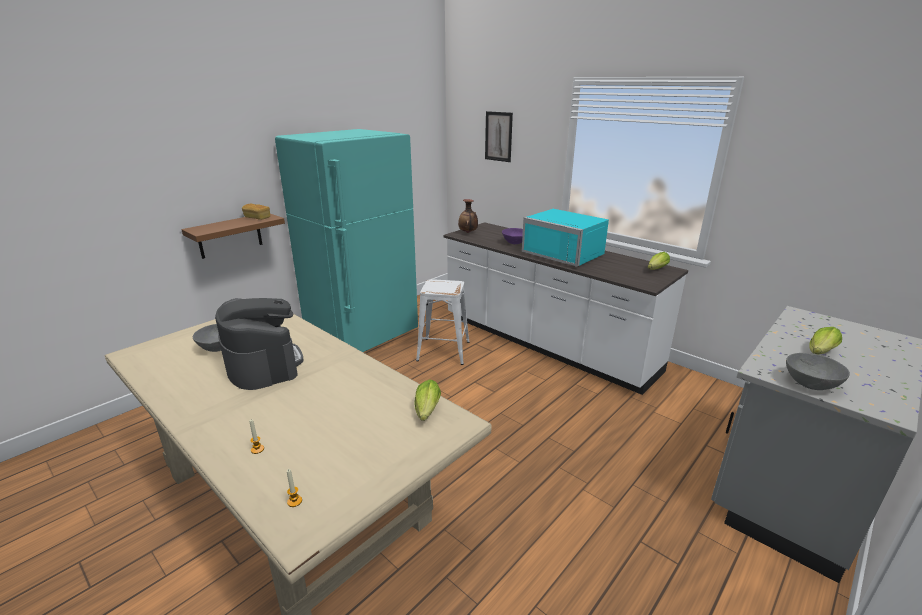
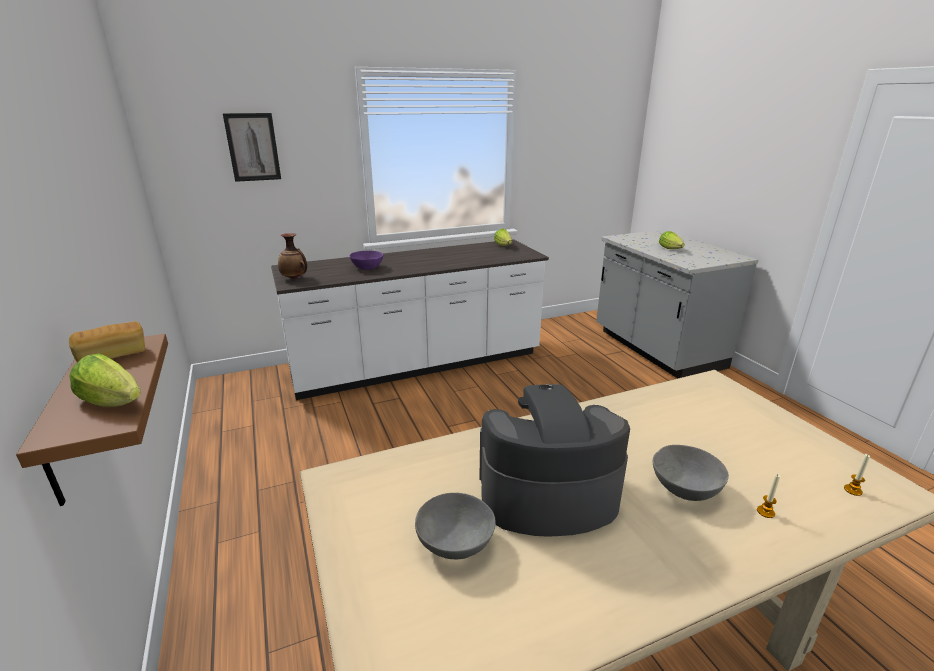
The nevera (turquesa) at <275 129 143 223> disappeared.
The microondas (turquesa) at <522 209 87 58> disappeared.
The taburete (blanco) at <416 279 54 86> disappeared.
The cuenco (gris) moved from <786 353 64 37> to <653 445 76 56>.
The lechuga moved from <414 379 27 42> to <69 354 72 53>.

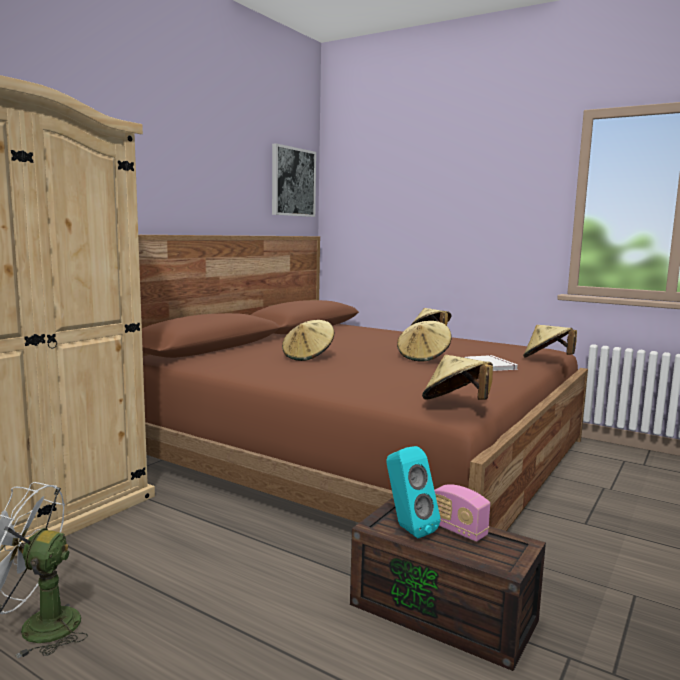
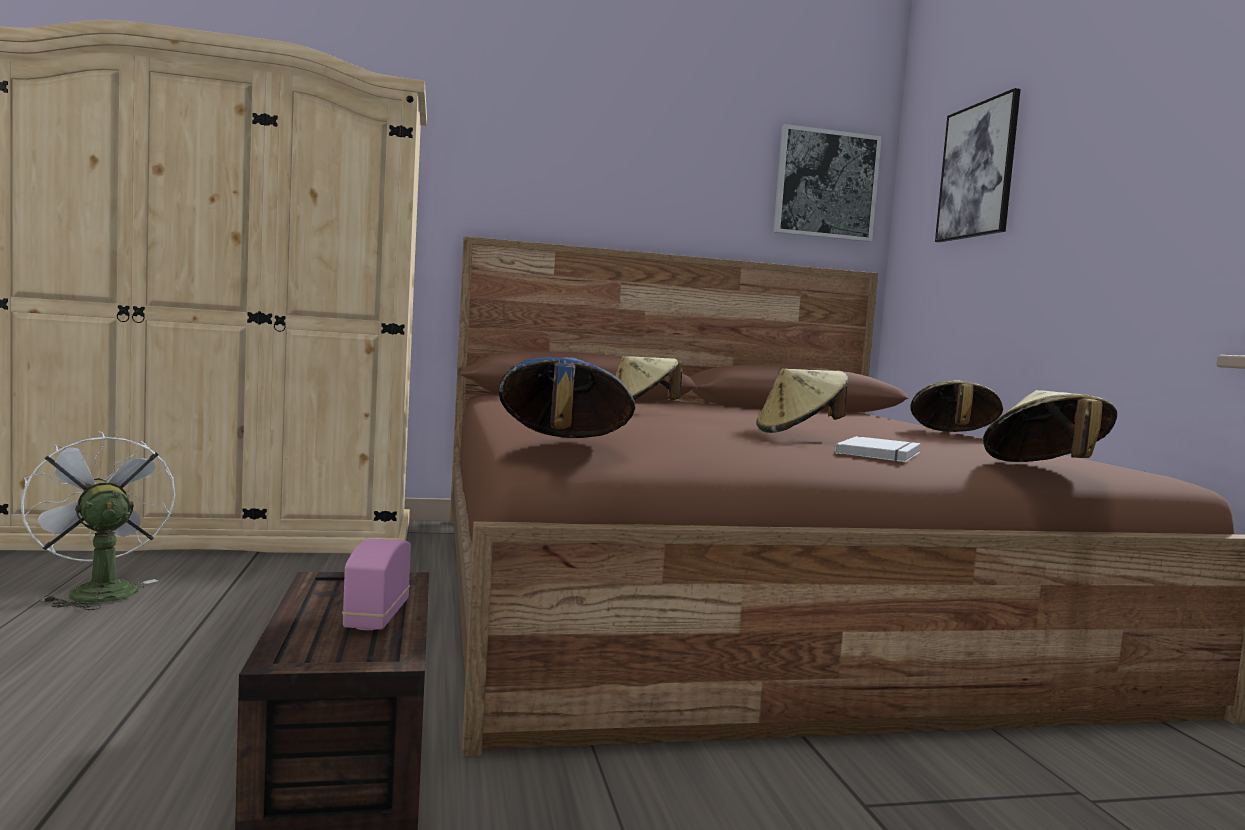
The sombrero (beis) at <422 355 71 45> became the sombrero (azul) at <499 357 136 81>.
The altavoz (turquesa) at <386 446 55 92> disappeared.
The cuadro at <935 88 86 155> appeared.

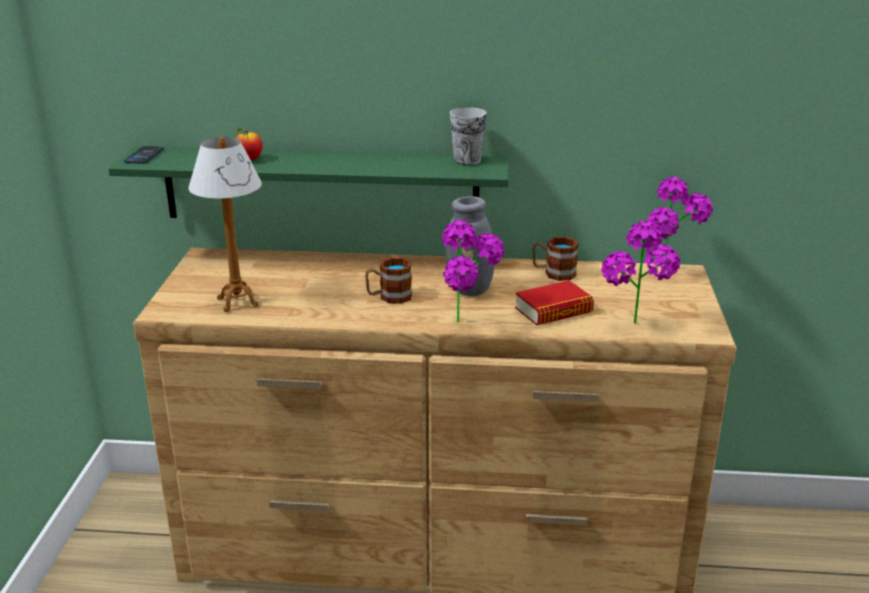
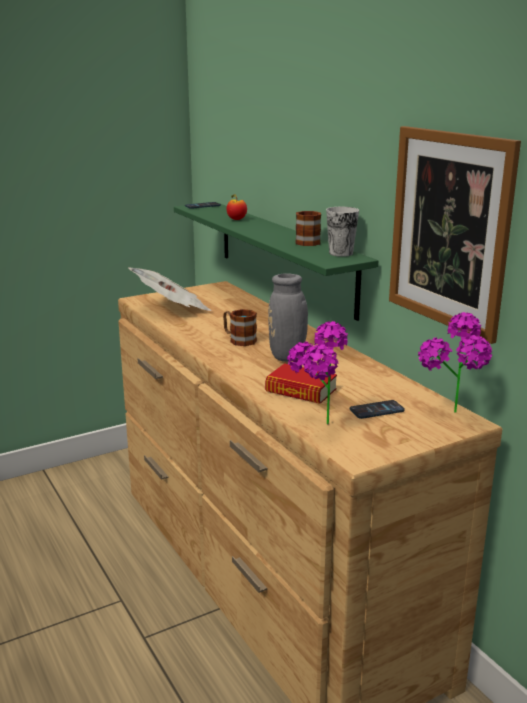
The lámpara de mesa at <188 137 74 175> was replaced by the periódico at <129 268 83 43>.
The planta en maceta at <442 220 63 102> disappeared.
The taza grande moved from <533 237 46 44> to <295 211 26 35>.
The cuadro at <389 126 132 218> appeared.
The móvil at <350 400 55 19> appeared.

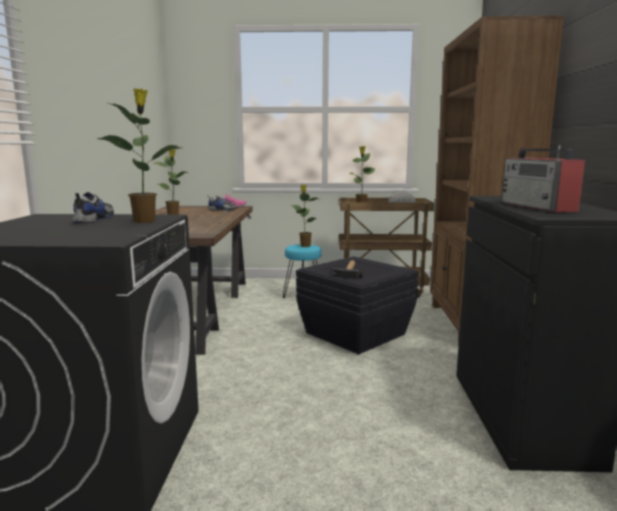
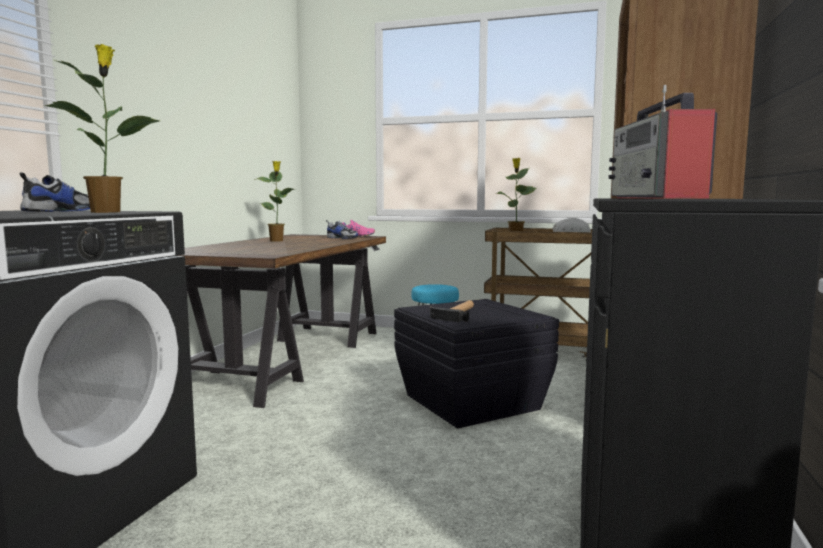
The planta en maceta at <291 185 30 62> disappeared.

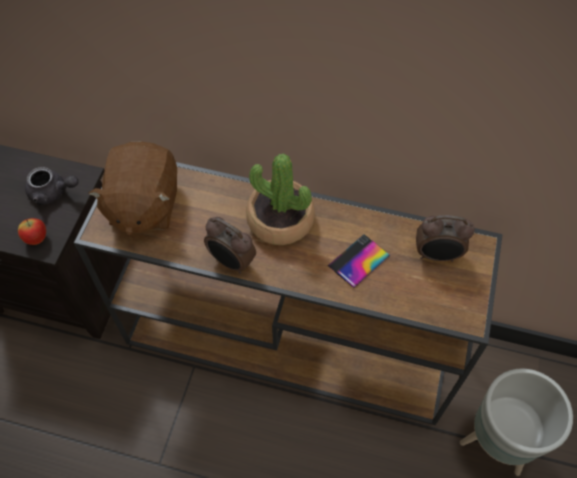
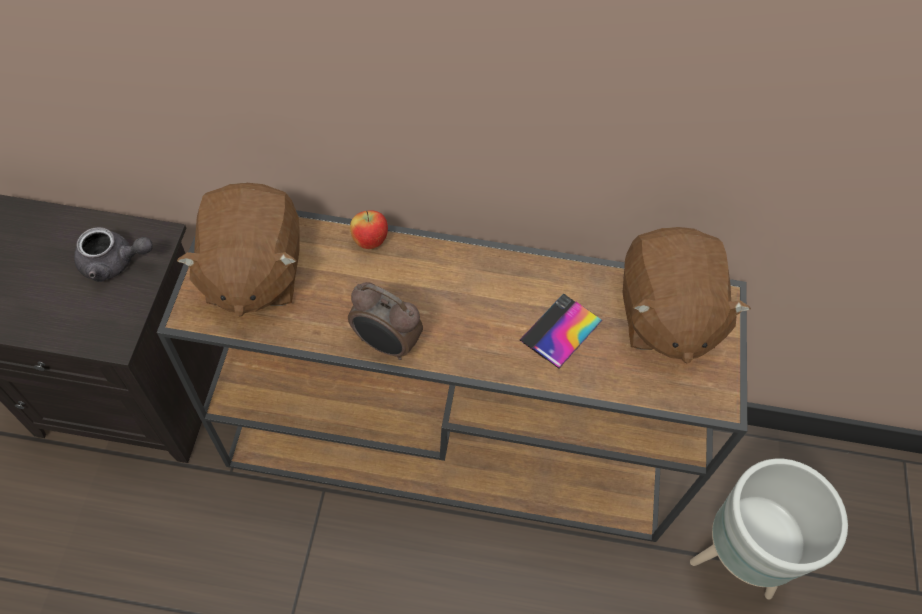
The planta en maceta at <246 154 69 91> disappeared.
The despertador at <416 215 59 47> was replaced by the peluche (marrón) at <622 227 129 136>.
The manzana moved from <18 218 28 27> to <350 210 38 39>.

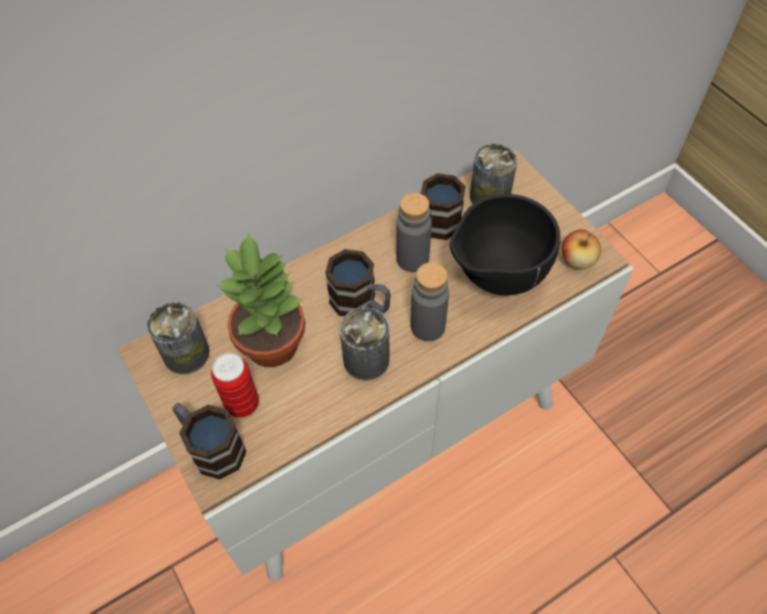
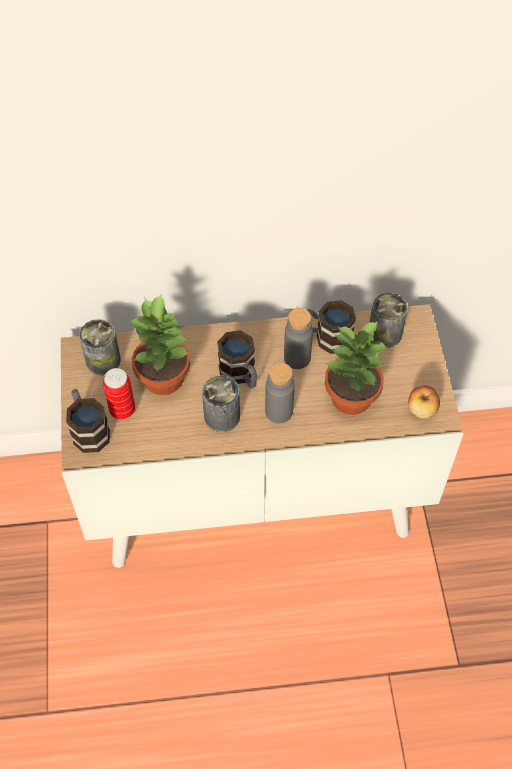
The cuenco (negro) at <450 194 110 101> was replaced by the planta en maceta at <325 321 64 94>.

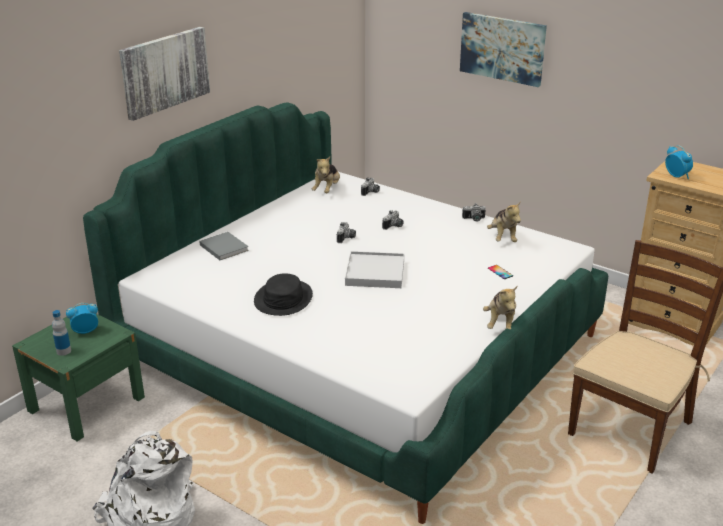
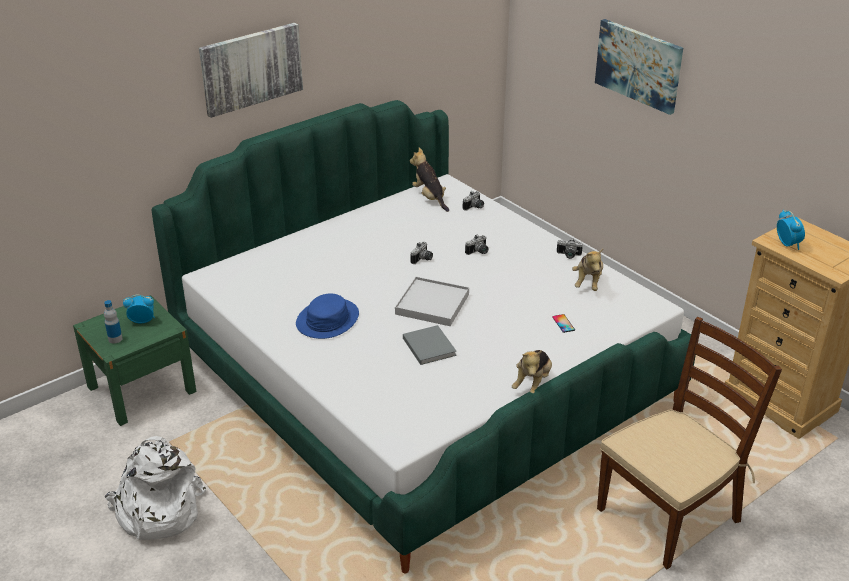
The peluche at <312 156 28 37> turned 120 degrees clockwise.
The libro (gris) moved from <199 232 50 28> to <403 325 54 40>.
The sombrero (negro) at <254 273 59 43> became the sombrero (azul) at <296 293 63 46>.

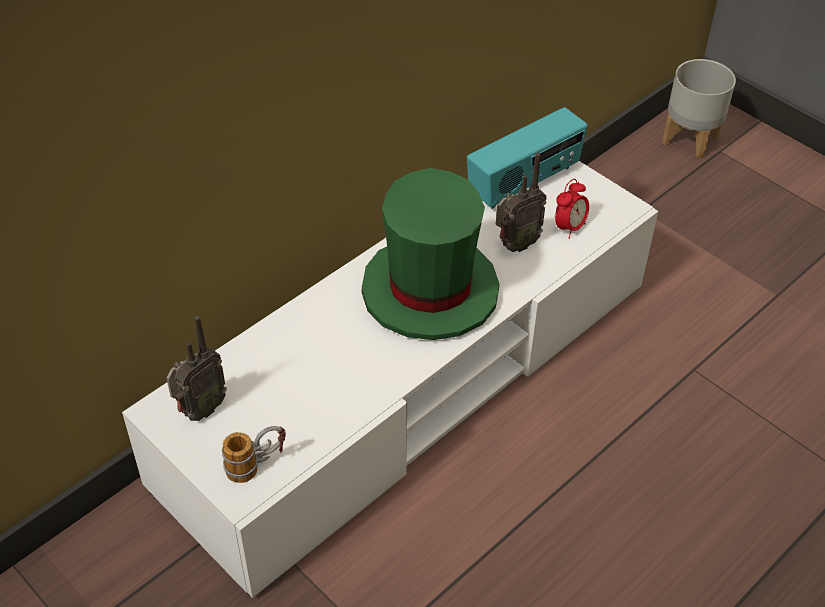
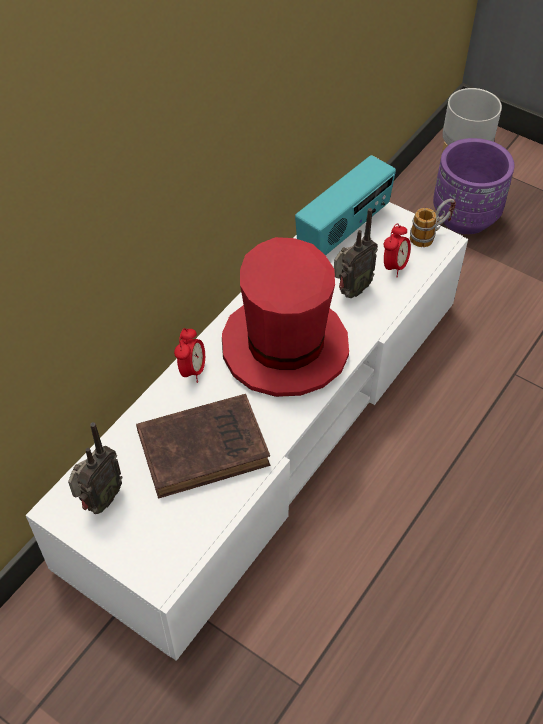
The sombrero (verde) at <361 168 139 172> became the sombrero (rojo) at <222 237 127 160>.
The taza grande moved from <222 426 64 57> to <410 199 46 48>.
The maceta (morado) at <433 138 81 96> appeared.
The despertador at <174 328 31 55> appeared.
The libro (marrón) at <136 394 134 105> appeared.

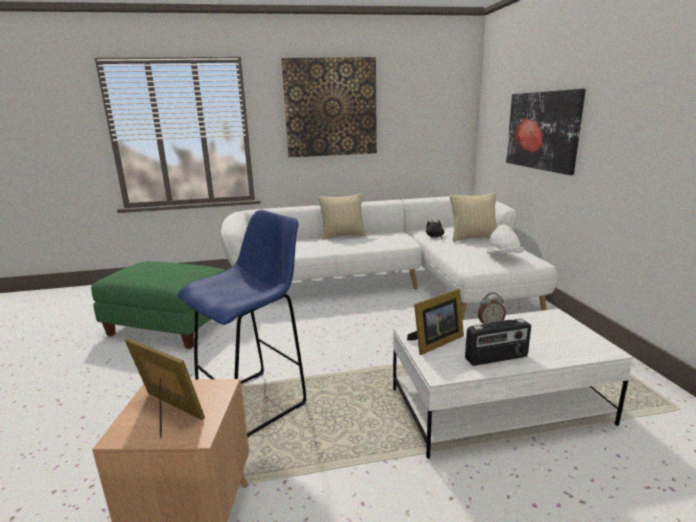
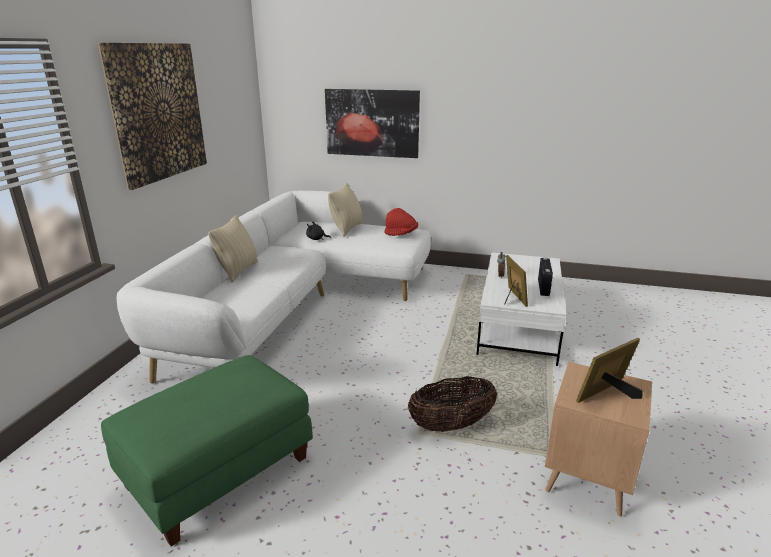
The taburete (azul) at <177 210 130 227> was replaced by the cesta at <408 376 89 56>.
The sombrero (blanco) at <487 225 37 30> became the sombrero (rojo) at <384 208 34 28>.

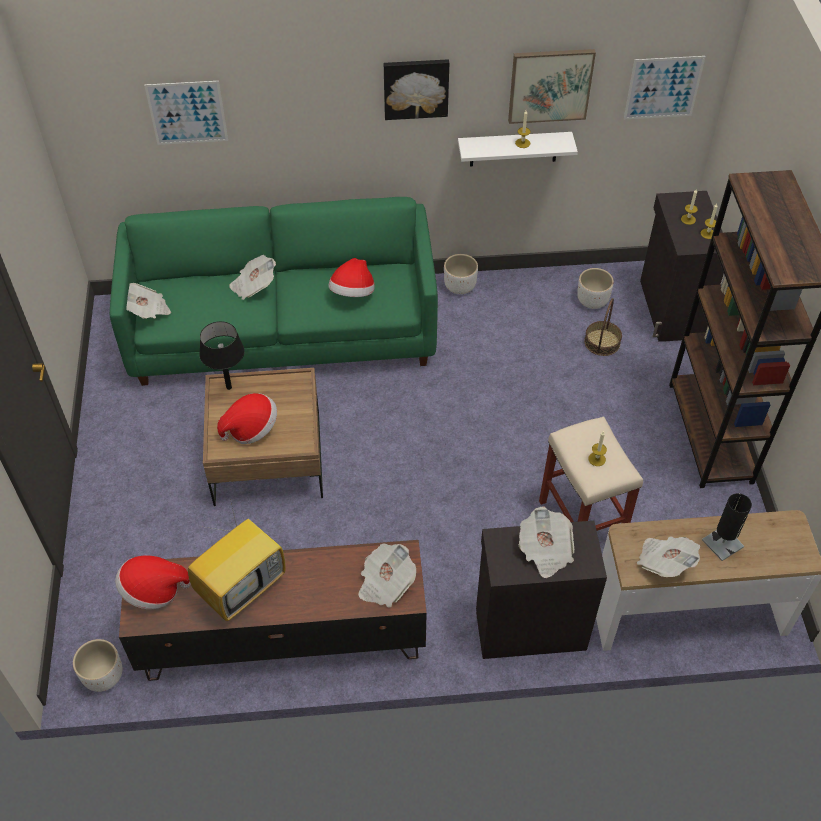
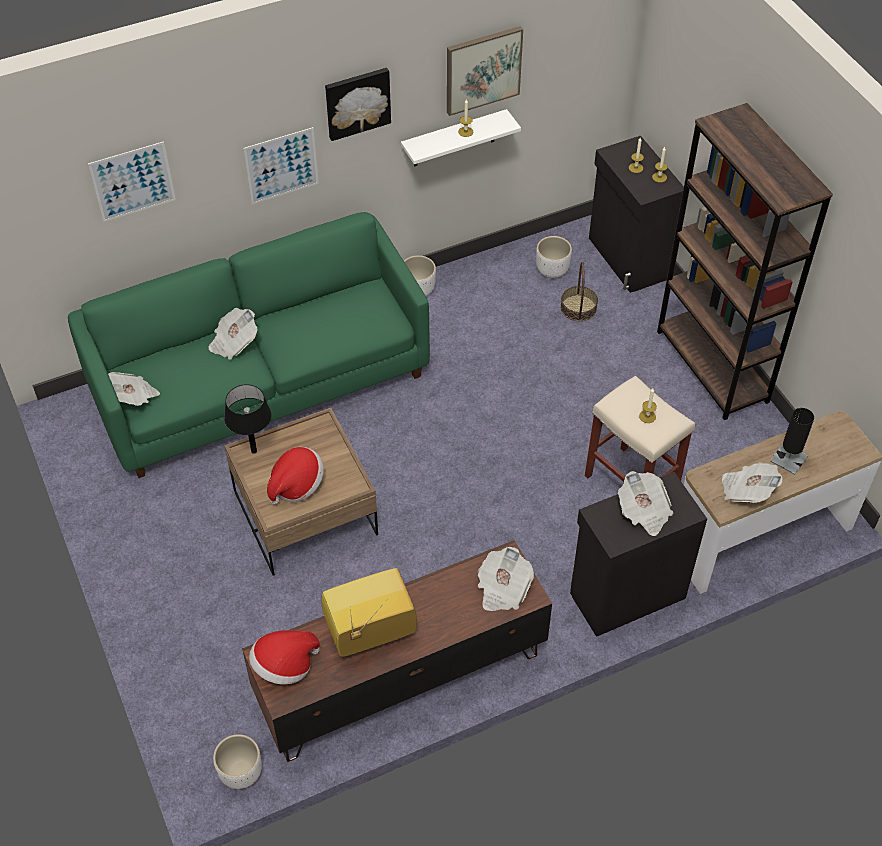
The cuadro moved from <624 56 82 64> to <243 127 76 77>.
The sombrero at <328 258 47 39> disappeared.
The televisor at <188 499 98 122> turned 135 degrees counterclockwise.

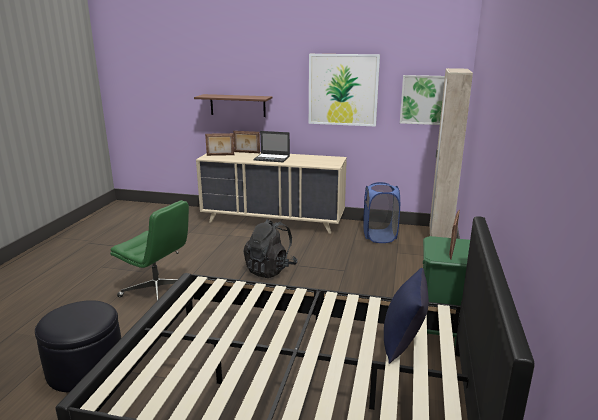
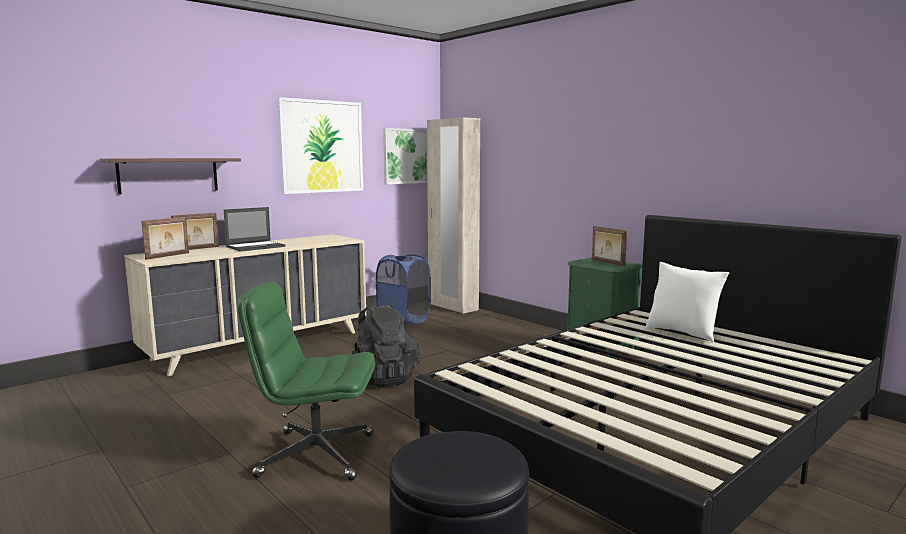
The silla de oficina (verde) at <110 200 79 101> turned 150 degrees counterclockwise.
The cojín (azul) at <384 268 45 96> became the cojín (blanco) at <645 262 84 81>.

